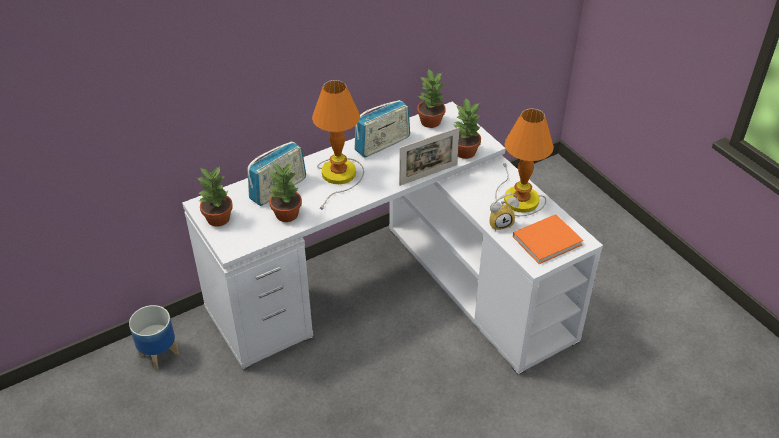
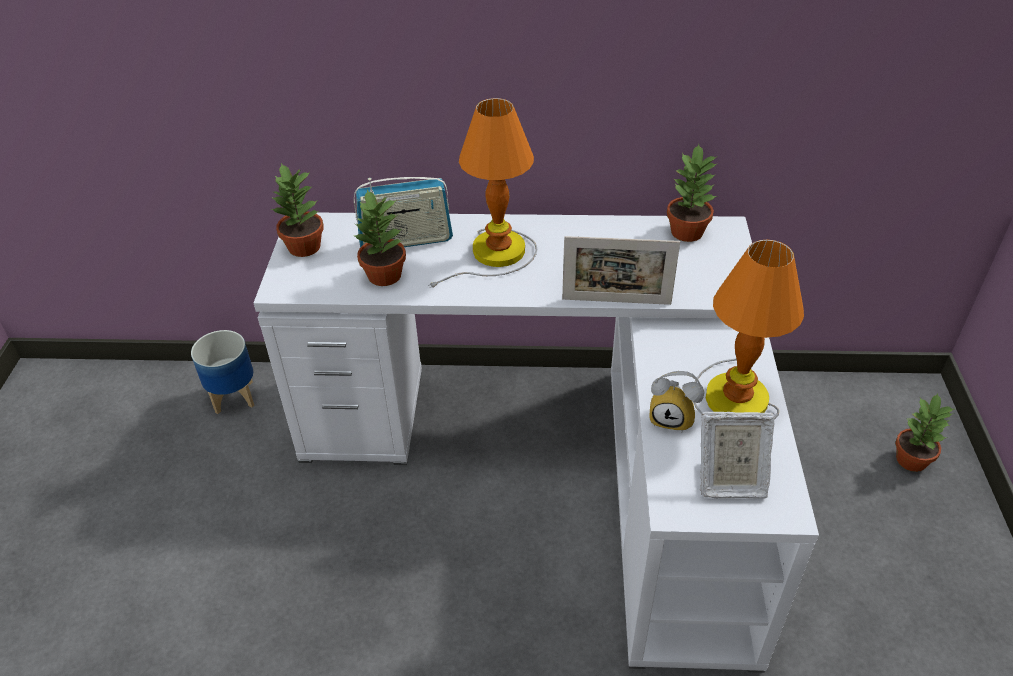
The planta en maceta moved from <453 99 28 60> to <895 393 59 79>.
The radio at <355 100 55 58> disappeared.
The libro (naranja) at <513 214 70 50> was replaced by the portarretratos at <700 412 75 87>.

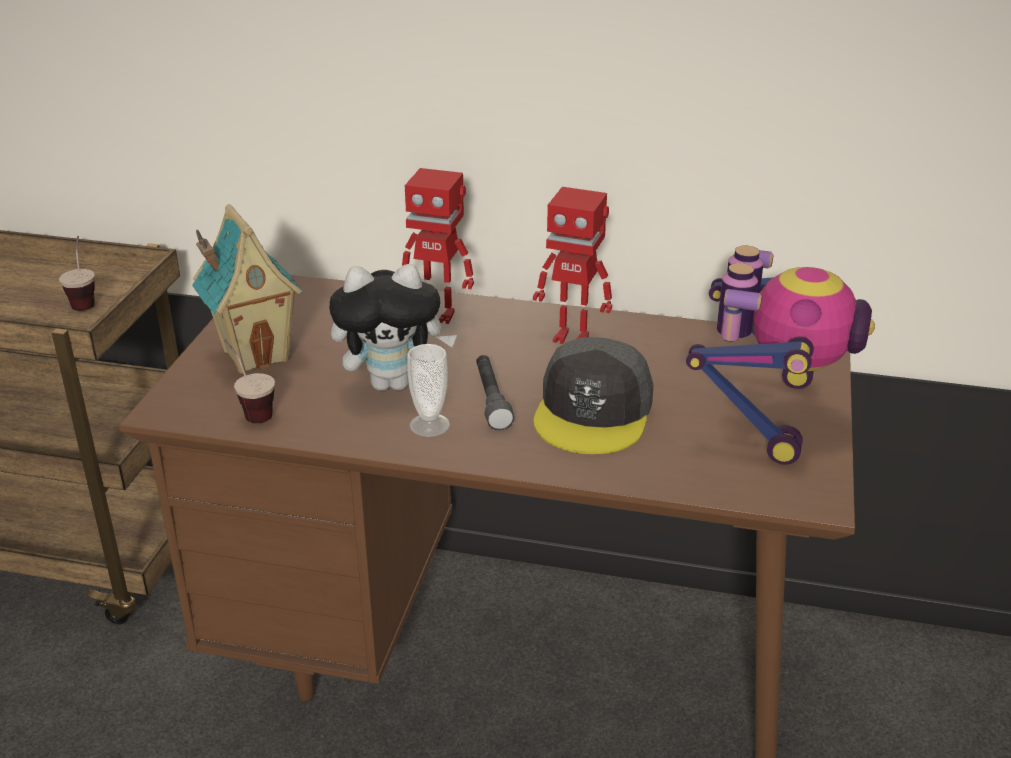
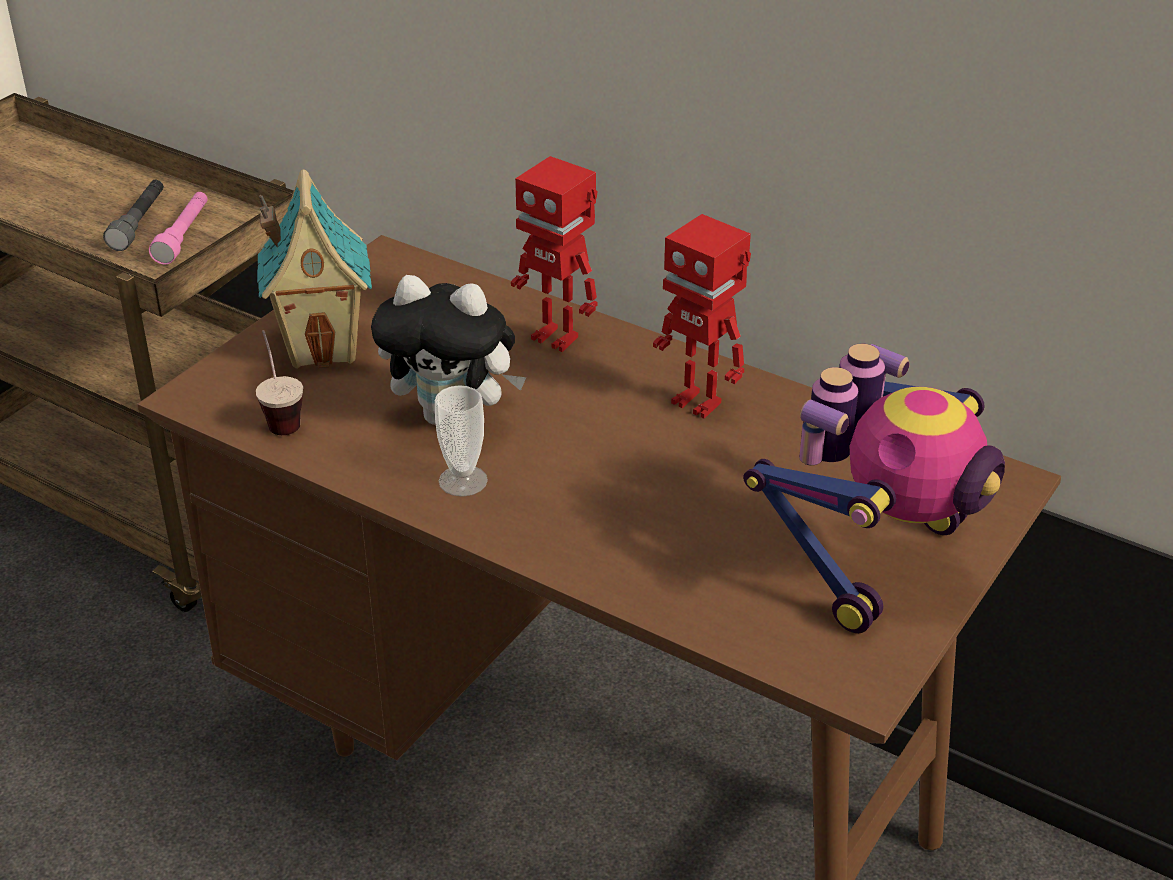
The taza at <59 236 36 75> was replaced by the linterna (rosa) at <149 192 59 73>.
The gorra (gris) at <533 337 121 117> disappeared.
The linterna (gris) moved from <476 355 38 76> to <103 180 61 71>.

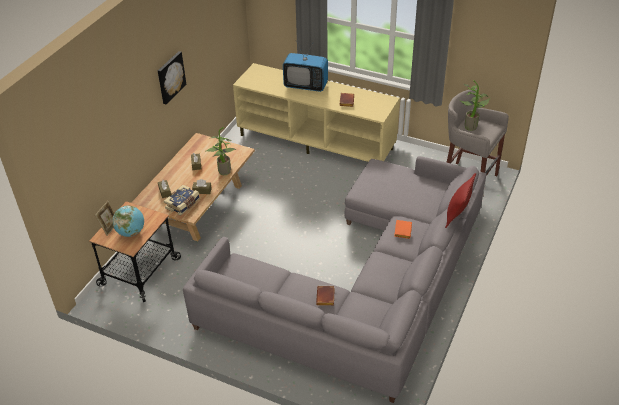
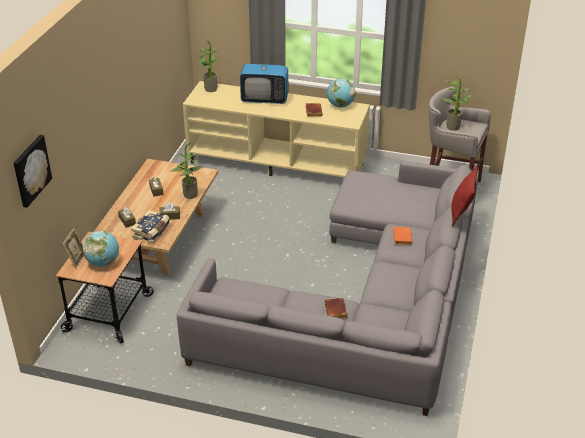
The cuadro moved from <158 51 28 53> to <14 135 38 73>.
The planta en maceta at <196 40 23 52> appeared.
The globo terráqueo at <327 78 28 29> appeared.

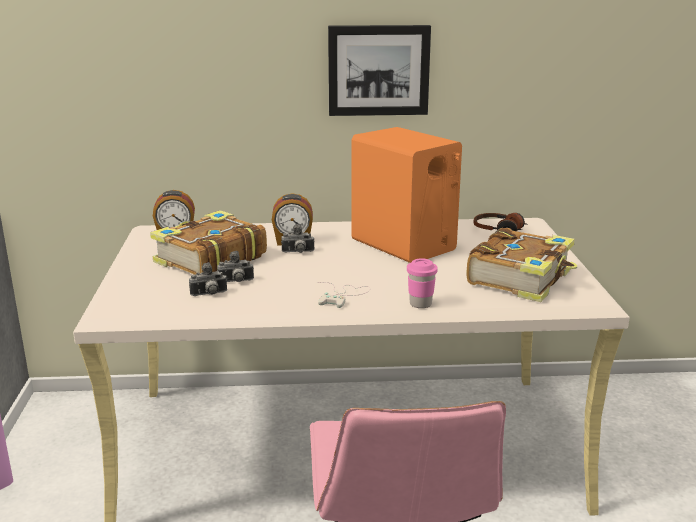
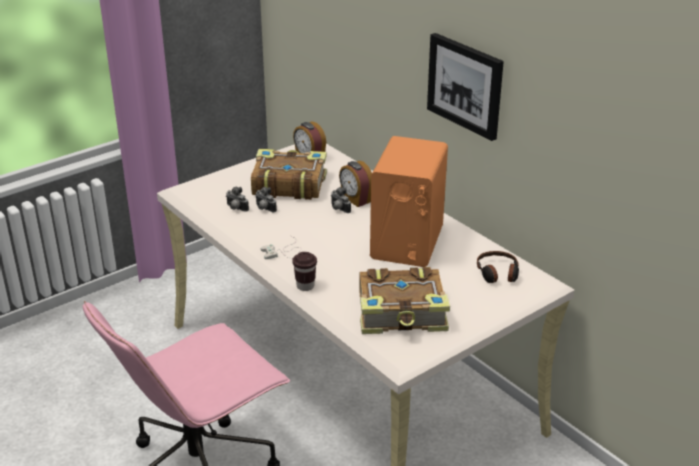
The taza (rosa) at <407 258 31 50> became the taza (marrón) at <292 252 25 39>.

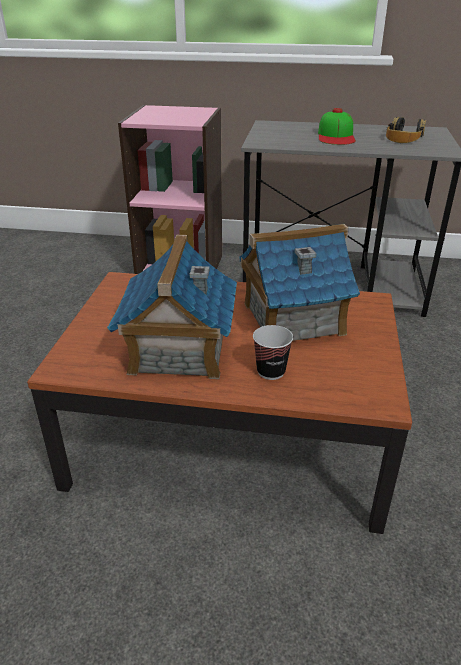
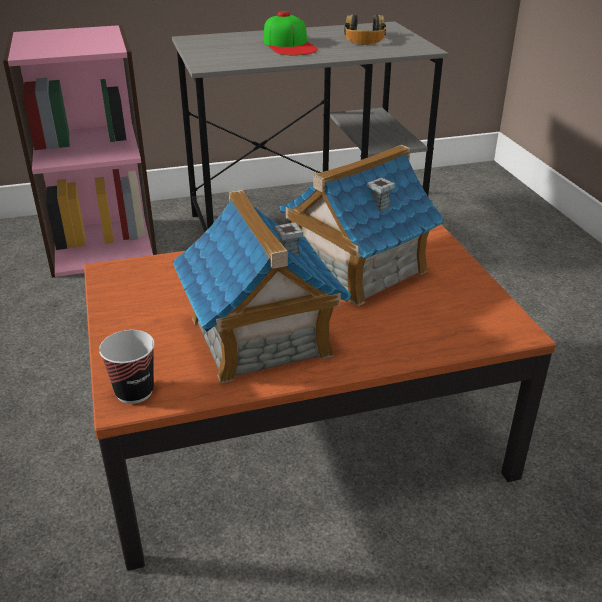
The taza moved from <253 325 40 55> to <99 330 56 74>.

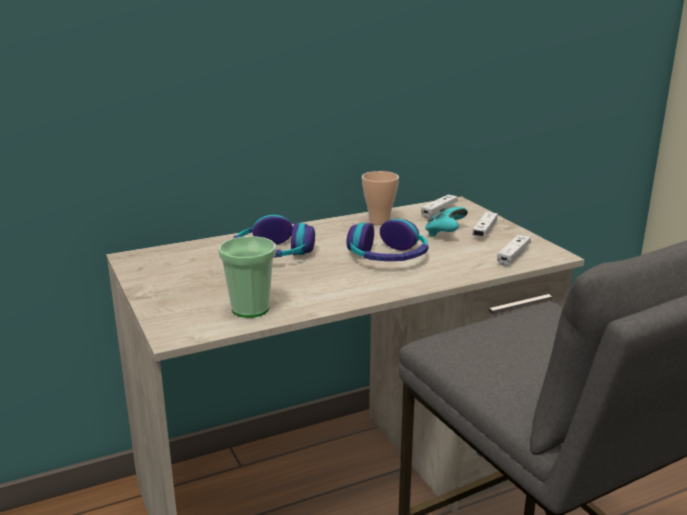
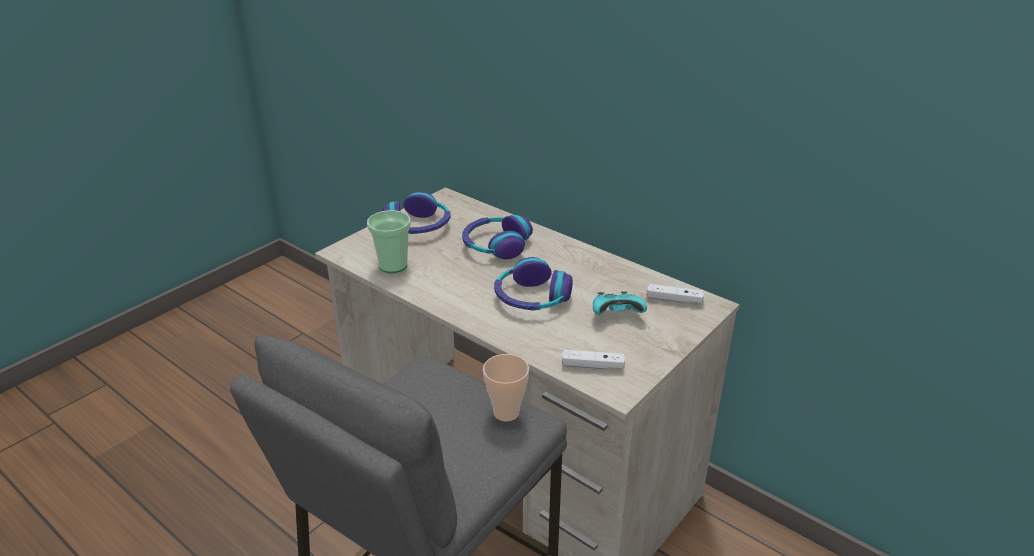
The taza moved from <362 171 37 54> to <483 354 46 67>.
The mando de consola (blanco) at <472 212 26 25> disappeared.
The auriculares at <383 192 67 42> appeared.

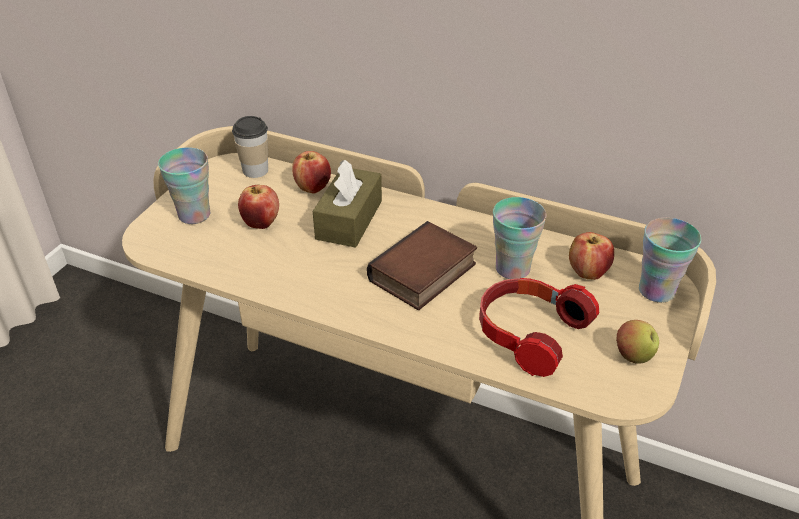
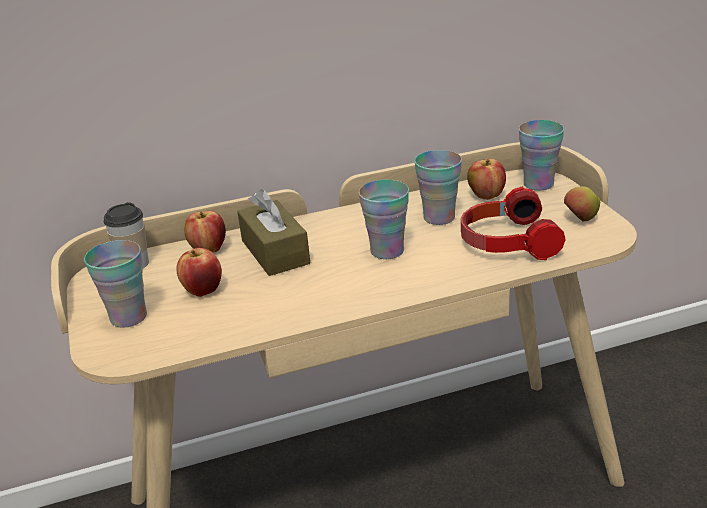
The libro at <367 221 110 89> was replaced by the taza at <359 180 50 79>.

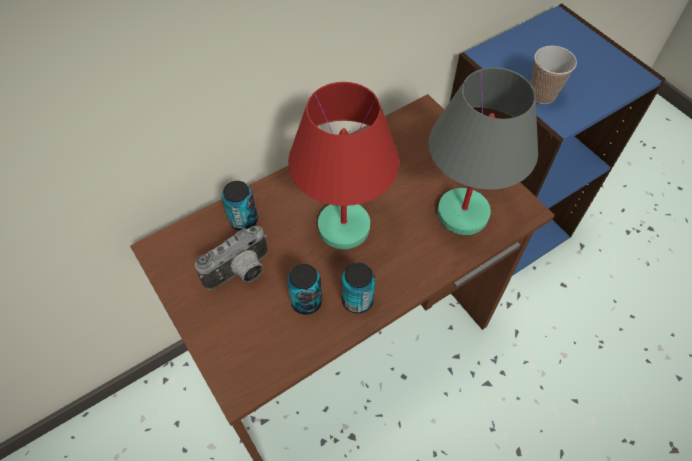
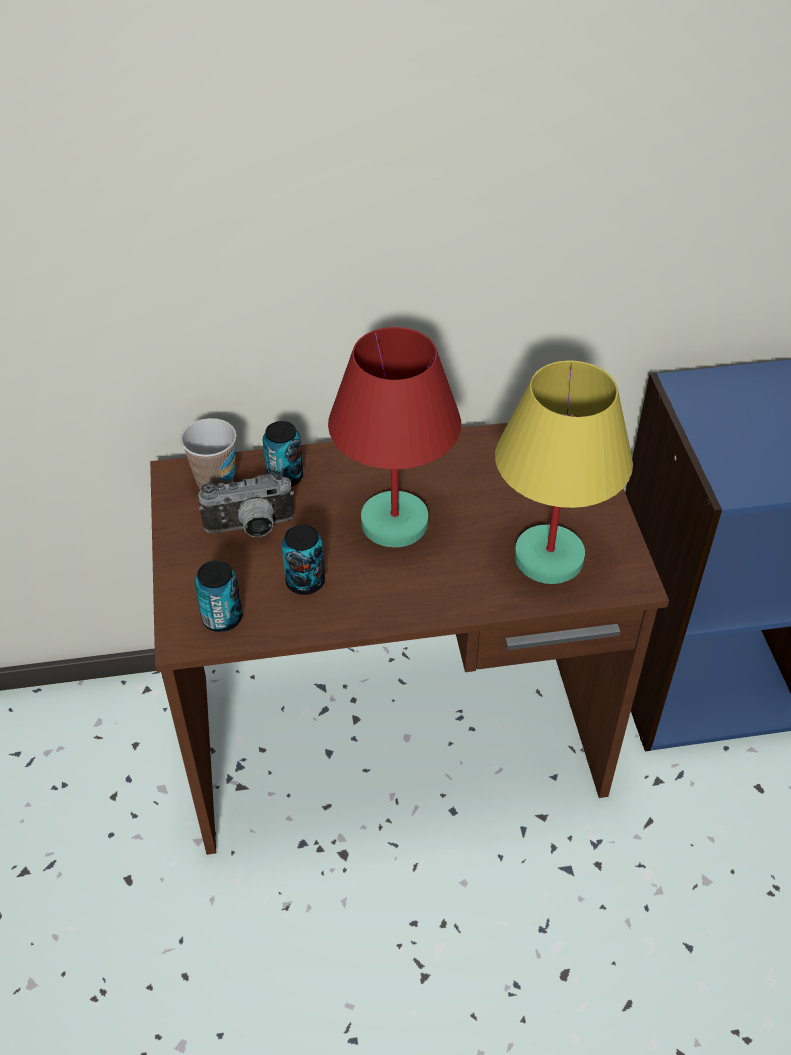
The taza moved from <530 45 47 59> to <180 418 57 72>.
The lámpara de mesa (gris) at <428 67 110 168> became the lámpara de mesa (amarillo) at <495 360 138 224>.
The lata moved from <342 263 33 50> to <195 560 47 72>.

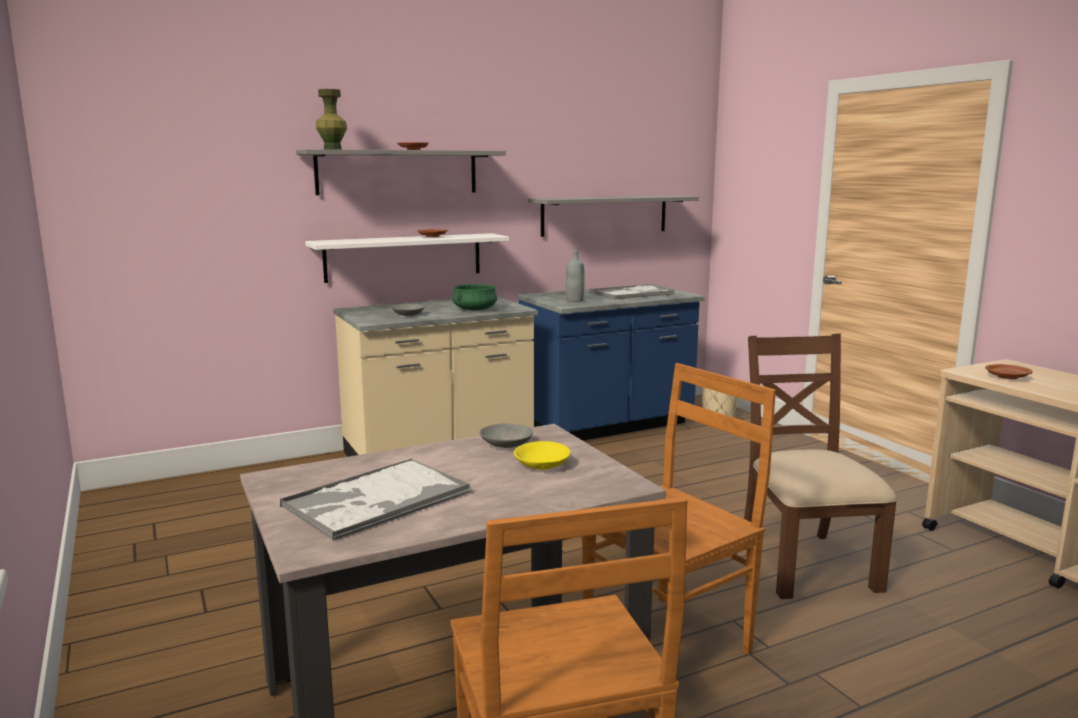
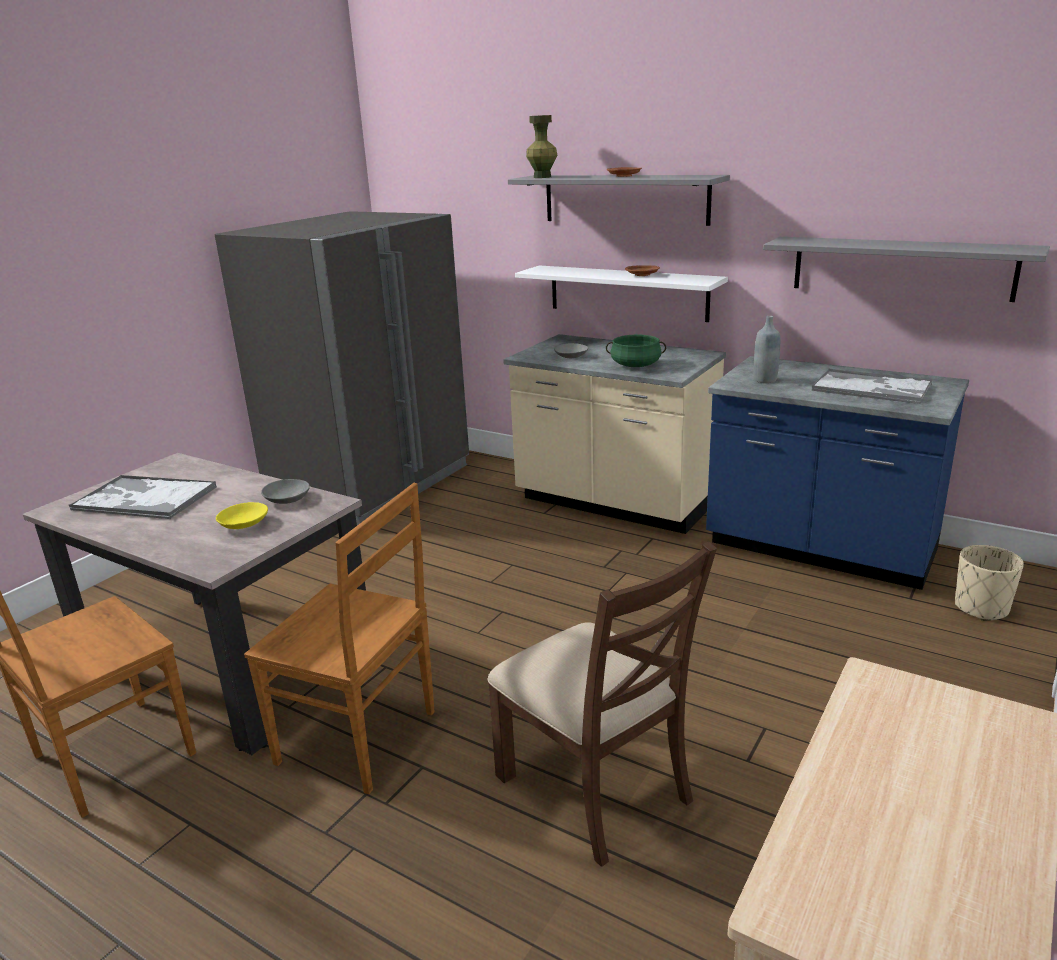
The silla (marrón) at <744 334 153 265> turned 90 degrees clockwise.
The plato (marrón) at <985 364 48 15> disappeared.
The nevera (gris) at <215 211 254 314> appeared.

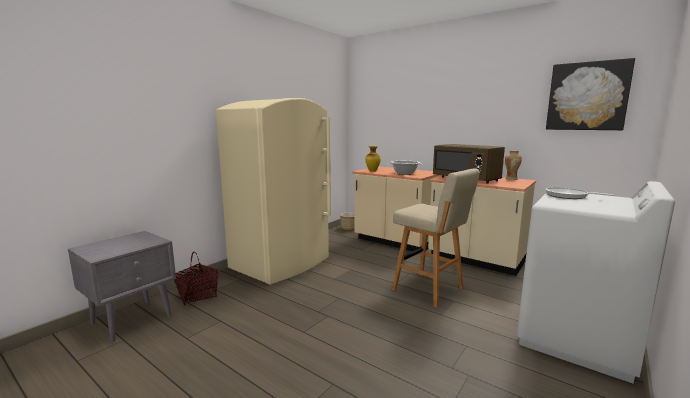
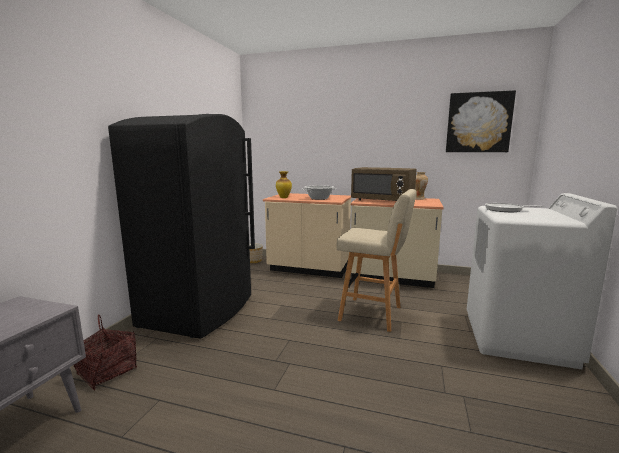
The nevera (beis) at <216 98 115 186> became the nevera (negro) at <108 114 147 225>.

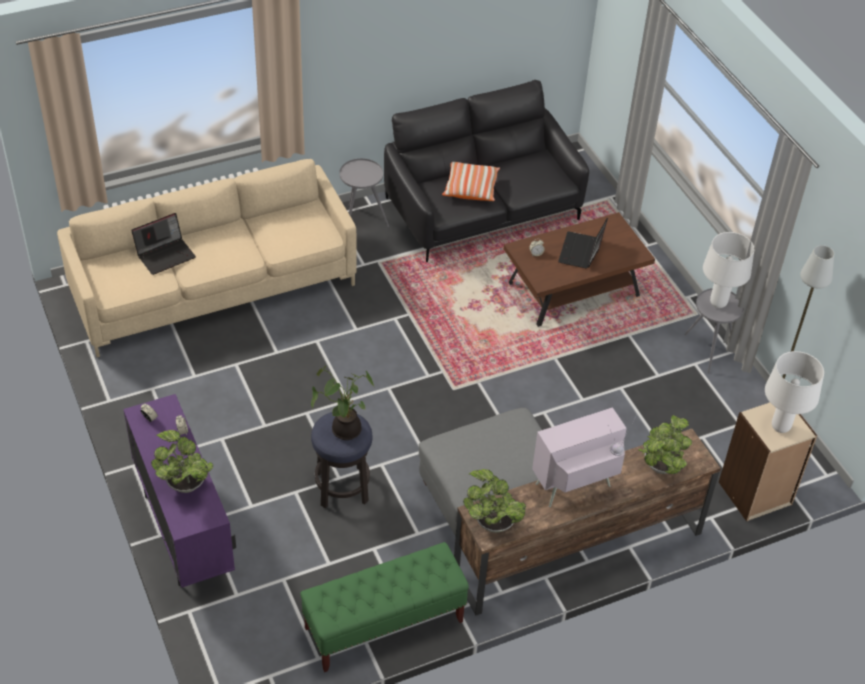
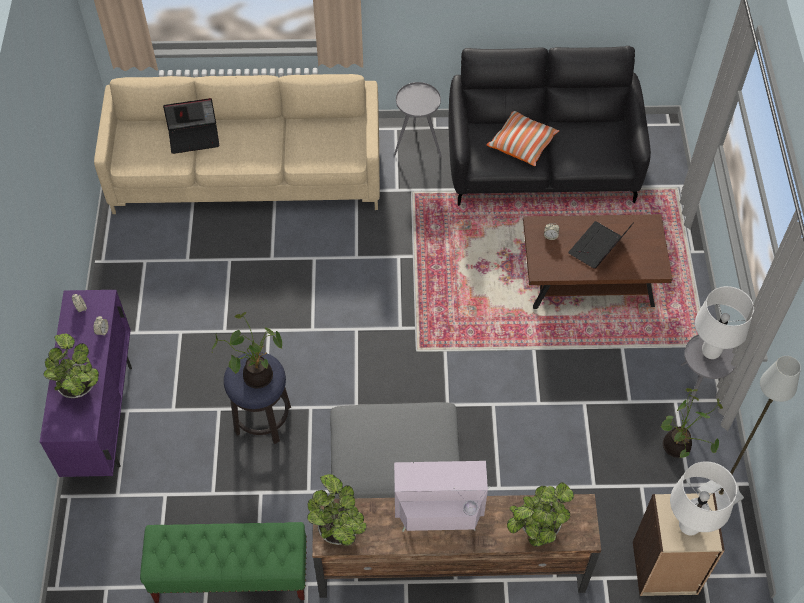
The planta en maceta at <660 388 63 70> appeared.

